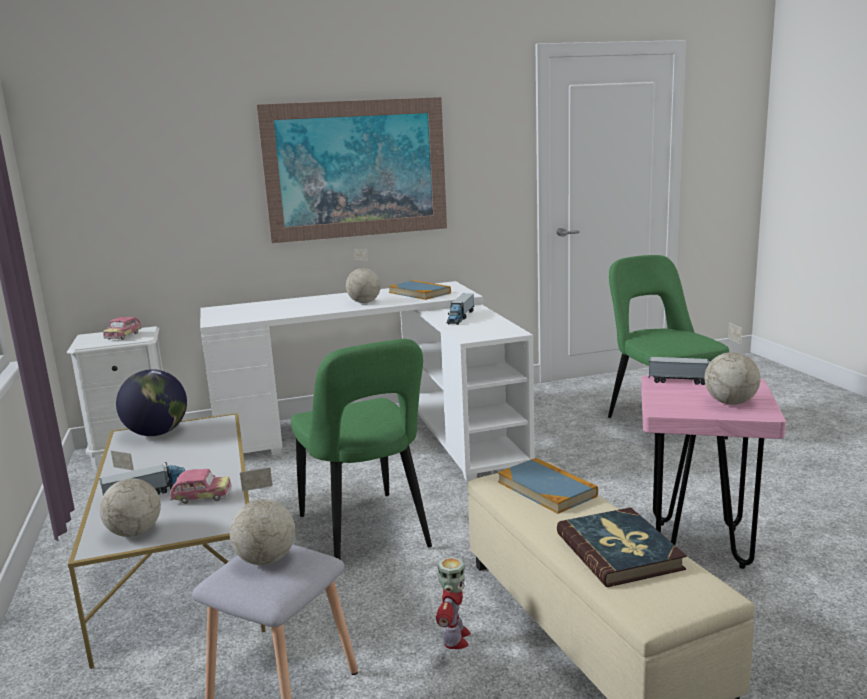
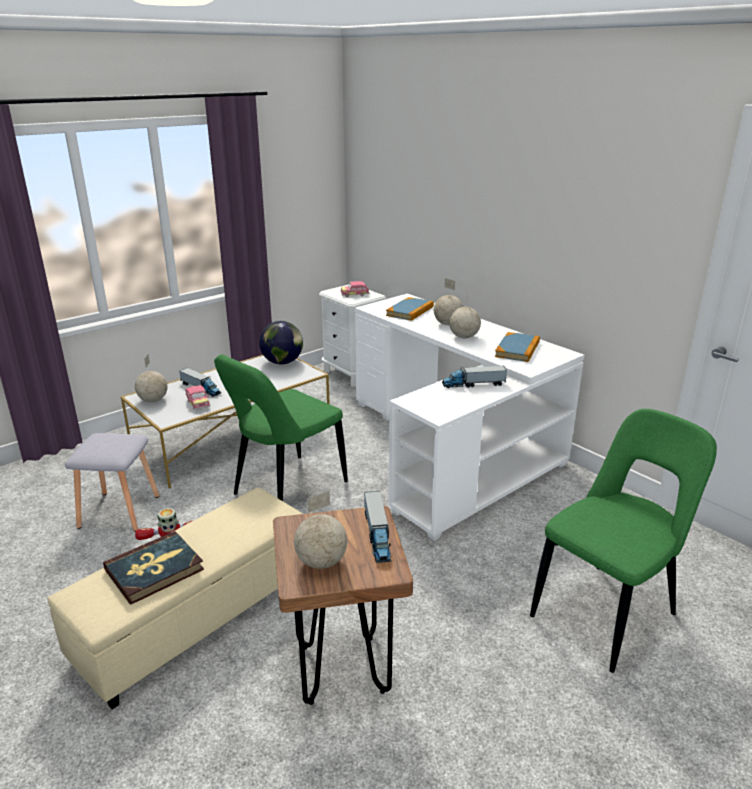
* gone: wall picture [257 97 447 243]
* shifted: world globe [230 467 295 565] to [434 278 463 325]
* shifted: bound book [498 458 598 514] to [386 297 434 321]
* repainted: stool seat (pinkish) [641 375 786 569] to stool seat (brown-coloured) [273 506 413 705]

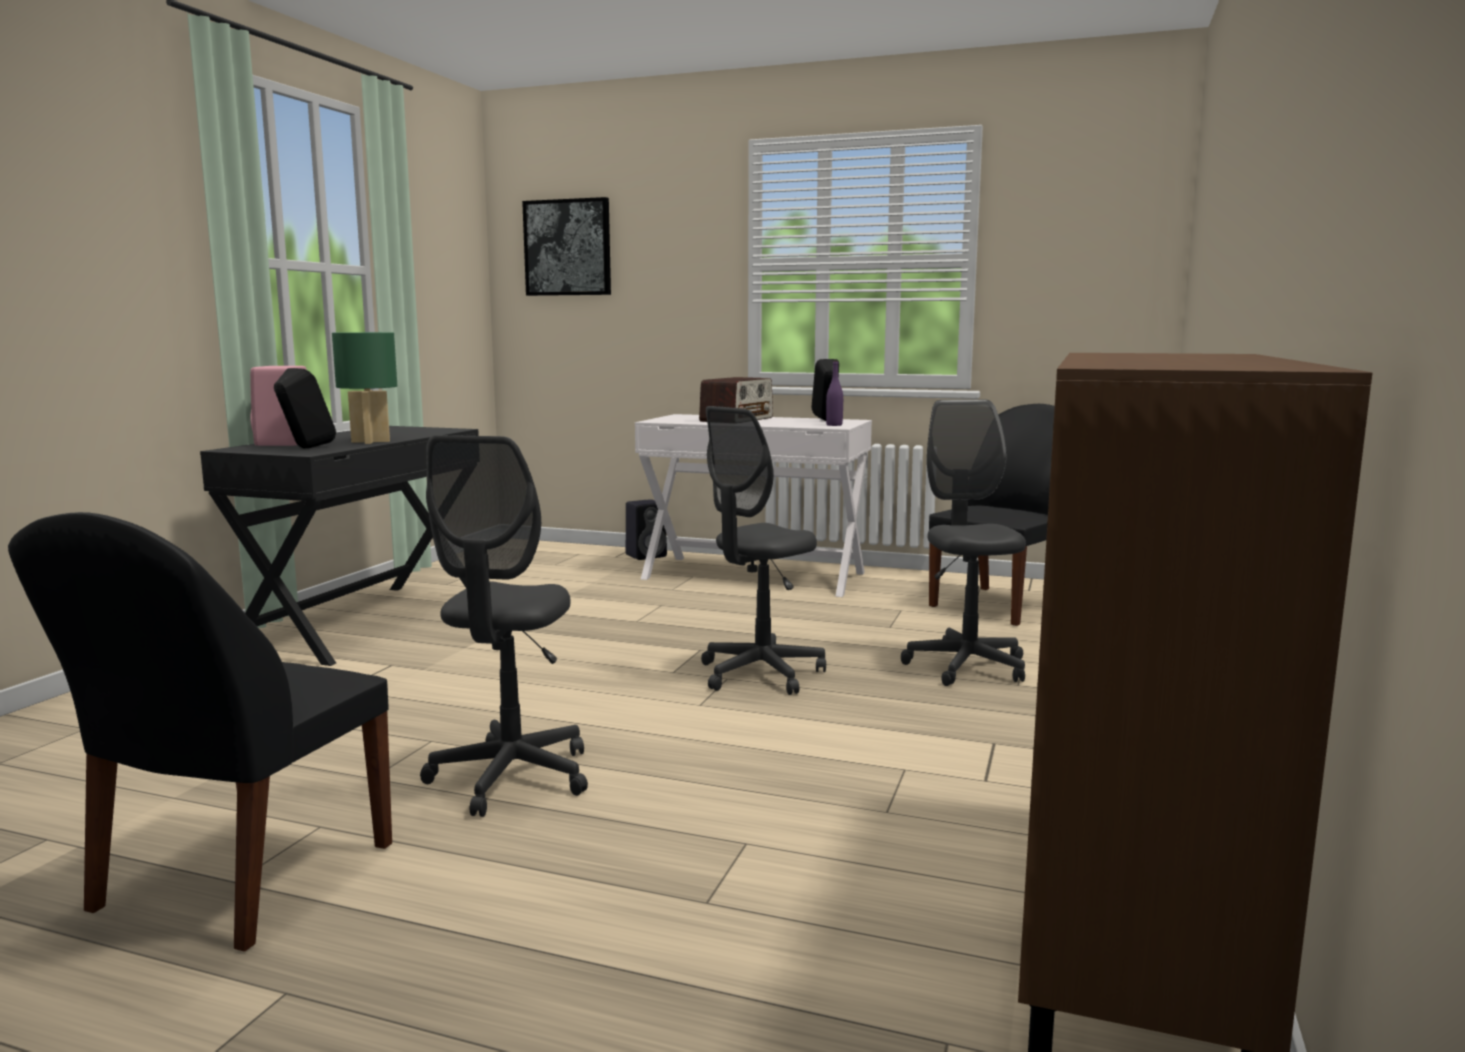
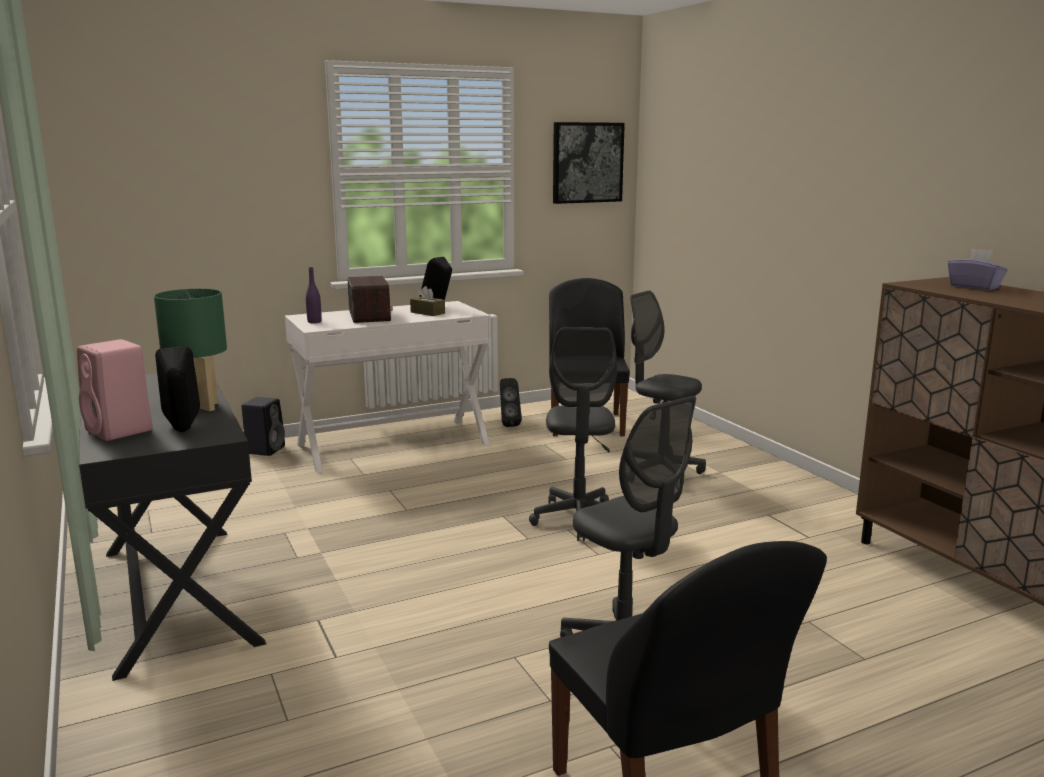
* new: tissue holder (brown-coloured) [410 286 445 316]
* new: loudspeaker (black-coloured) [500 378 522 427]
* new: tissue holder (purple-coloured) [948 249 1007 290]
* shifted: wall picture [522 197 611 296] to [553 122 625 204]
* shifted: drink bottle (purple-coloured) [826 360 843 426] to [306 267 322 323]

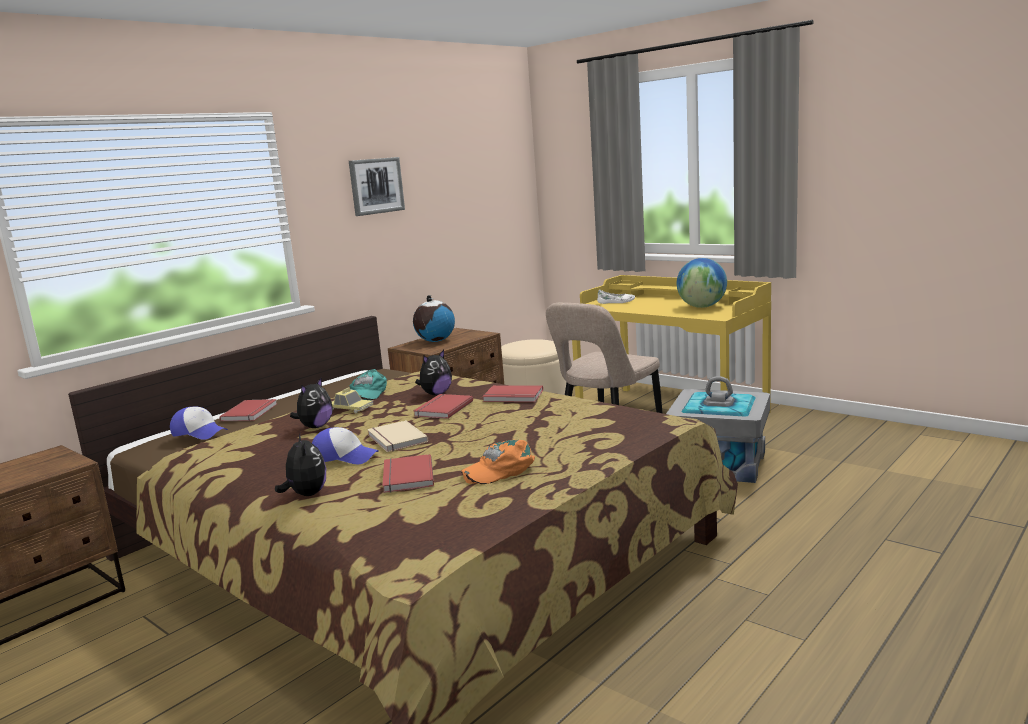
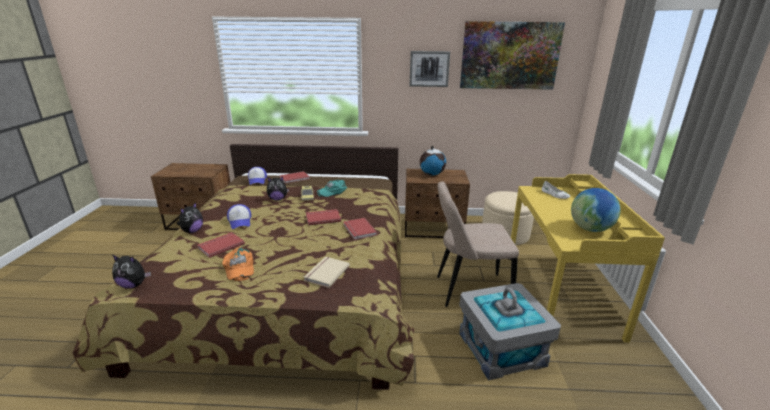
* new: wall picture [460 21 565 90]
* shifted: bound book (beige-coloured) [367 420 428 452] to [304 257 350 288]
* shifted: soft toy [415 350 452 395] to [112 255 151 288]
* rotated: cap (orange-coloured) [461 440 535 484] = [222 247 254 281] 135 degrees counterclockwise

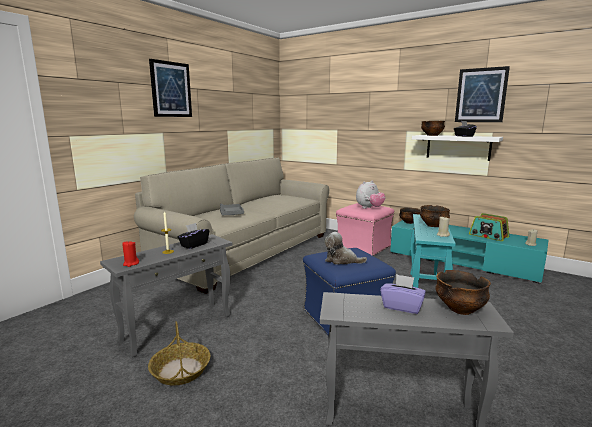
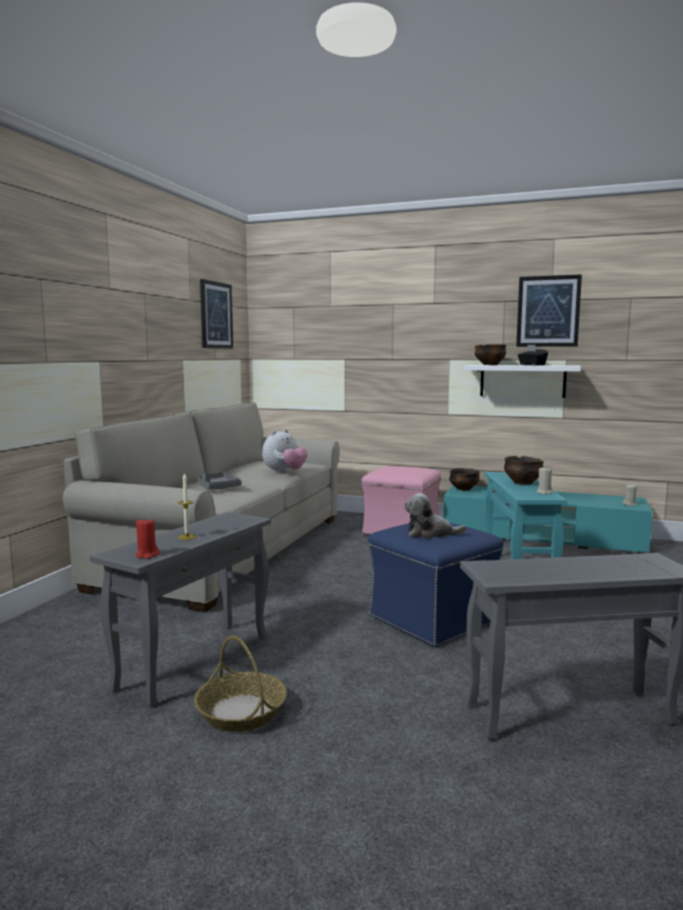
* gone: tissue holder (black-coloured) [177 223 209 249]
* gone: tissue holder (purple-coloured) [380 274 426 314]
* gone: bowl [435 270 491 315]
* gone: radio [469 213 509 241]
* shifted: wall picture [149 59 192 117] to [200 279 233 348]
* shifted: soft toy [356 181 386 209] to [262 429 308 473]

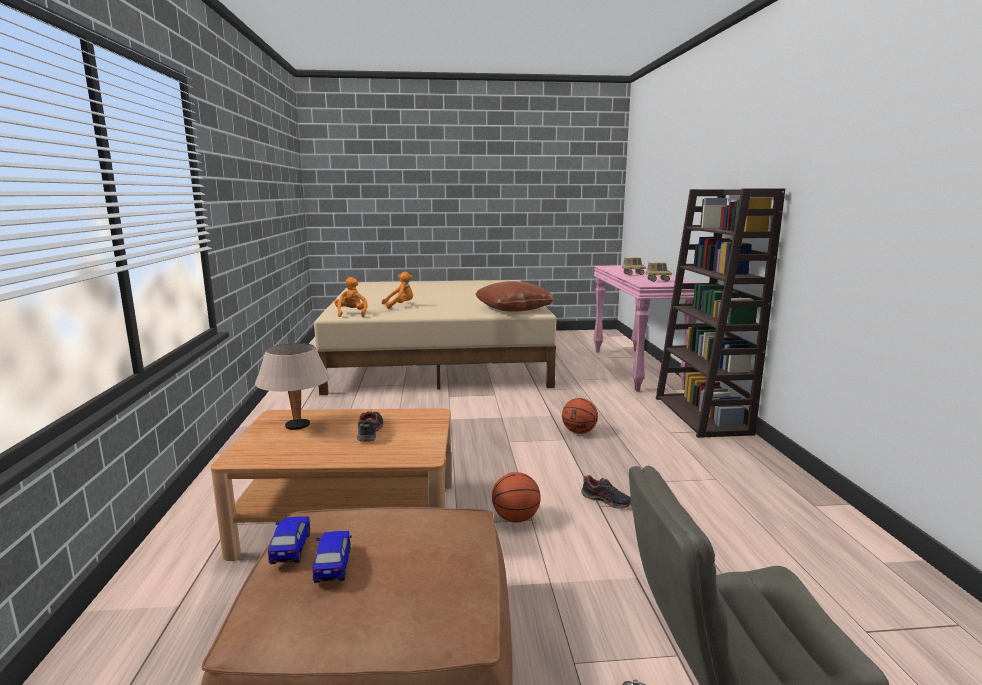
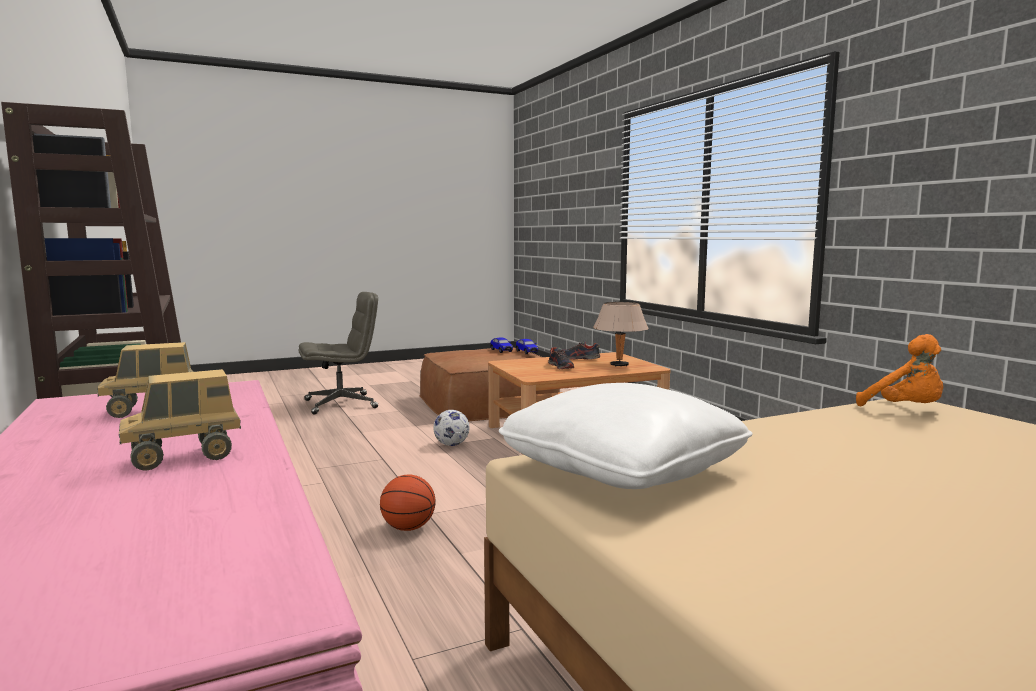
* gone: soft toy (orange-coloured) [382 272 413 309]
* shifted: low shoe [581 475 632 509] to [562 341 600 359]
* swapped: basketball [492 472 541 523] to football ball [433 410 470 446]
* repainted: pillow (brown-coloured) [475 281 554 312] to pillow (white-coloured) [499 383 753 489]

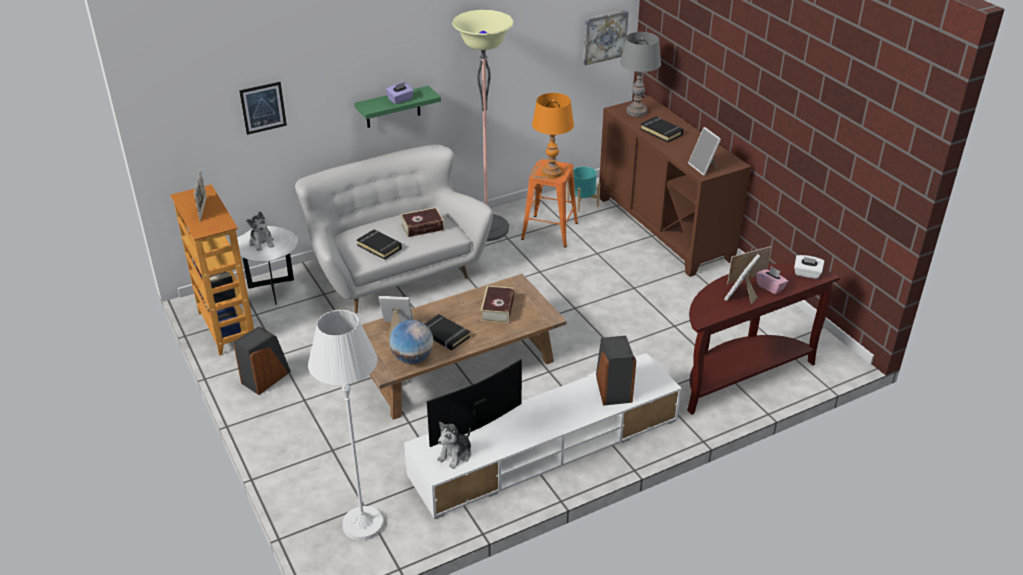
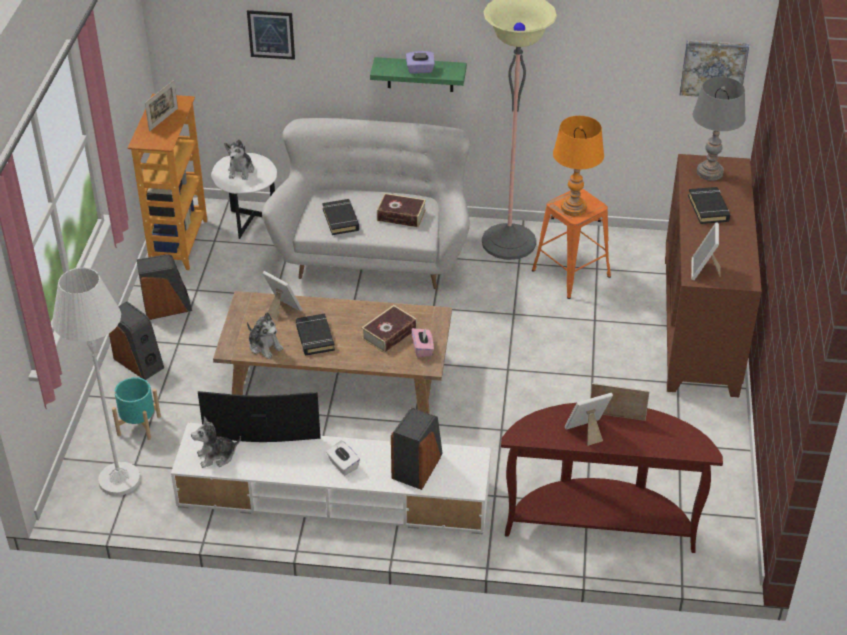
* new: loudspeaker [109 301 164 380]
* shifted: flower pot (turquoise-coloured) [567 166 600 212] to [112 377 161 440]
* shifted: tissue holder (pinkish) [756 266 788 294] to [412 327 434 357]
* shifted: tissue holder (white-coloured) [794 255 824 279] to [326 440 360 475]
* swapped: world globe [389 320 434 364] to soft toy [247 312 284 359]

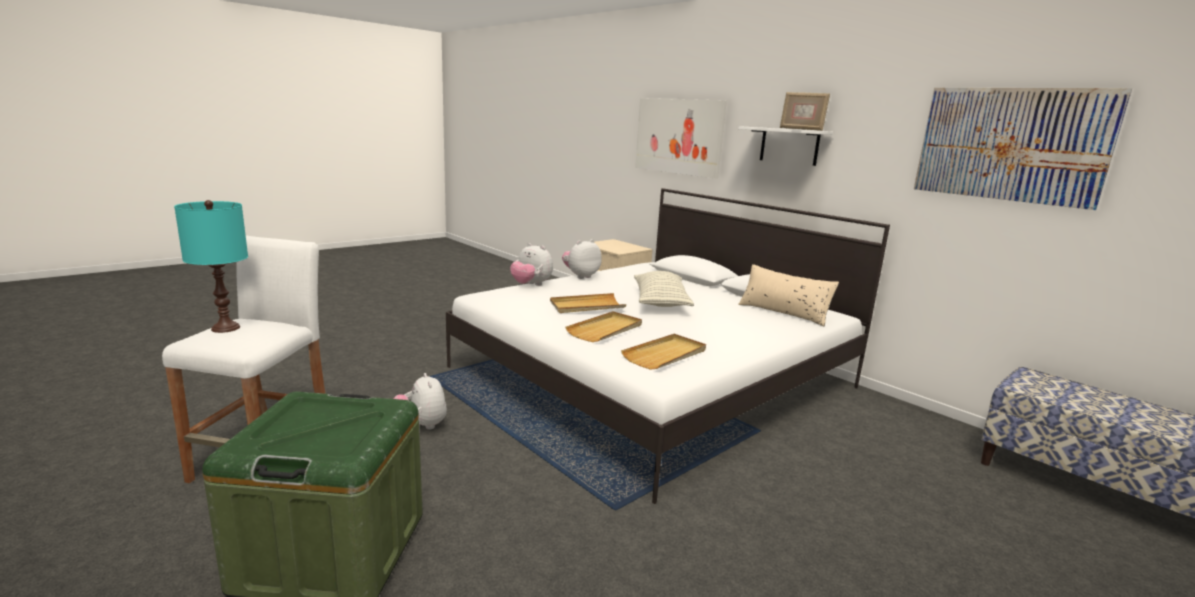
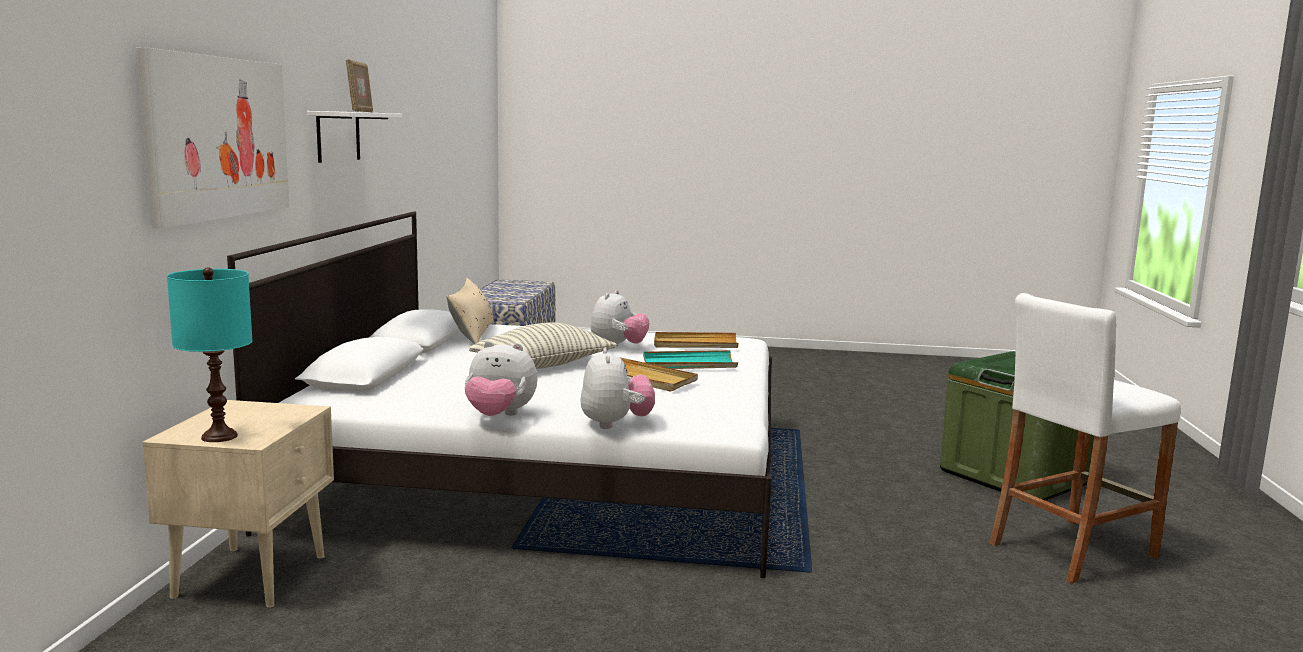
* gone: wall picture [914 88 1132 210]
* shifted: tabletop lamp (turquoise-coloured) [174 200 248 333] to [167 268 253 442]
* shifted: soft toy [394 373 447 430] to [591 290 649 346]
* repainted: carrying tray (beige-coloured) [565 311 642 342] to carrying tray (turquoise-coloured) [643 350 738 369]

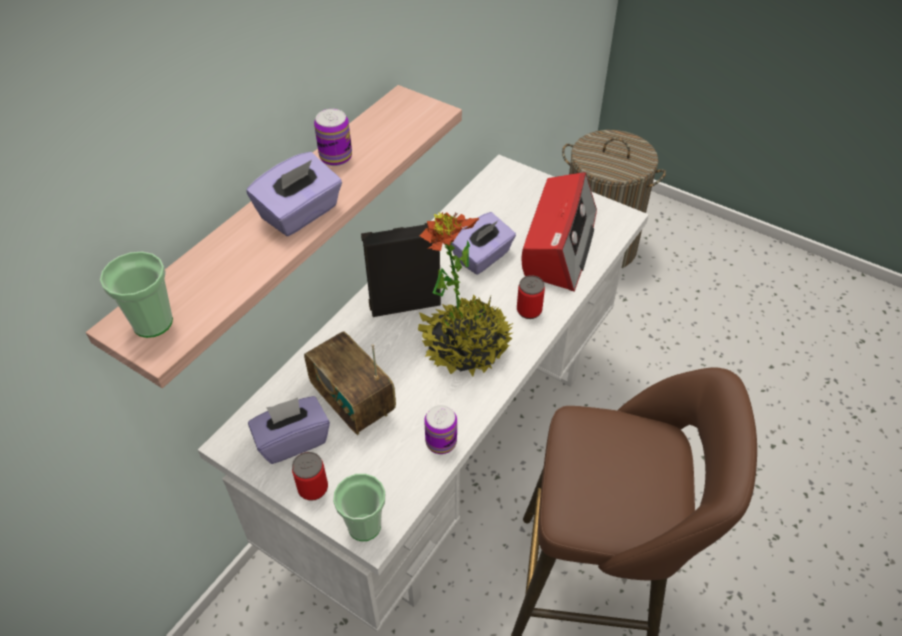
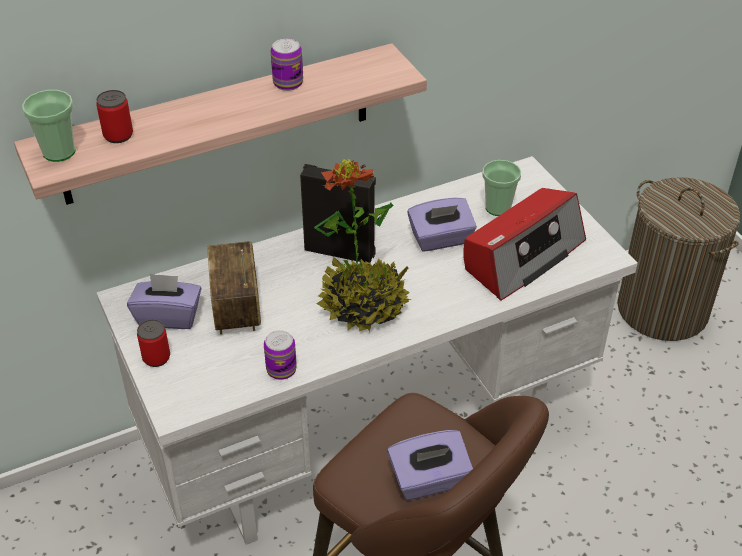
* shifted: tissue holder (purple-coloured) [246 152 342 236] to [387 430 473 500]
* shifted: drinking cup [333 474 385 541] to [482 160 521 216]
* shifted: can [517 275 545 319] to [96 90 133 143]

